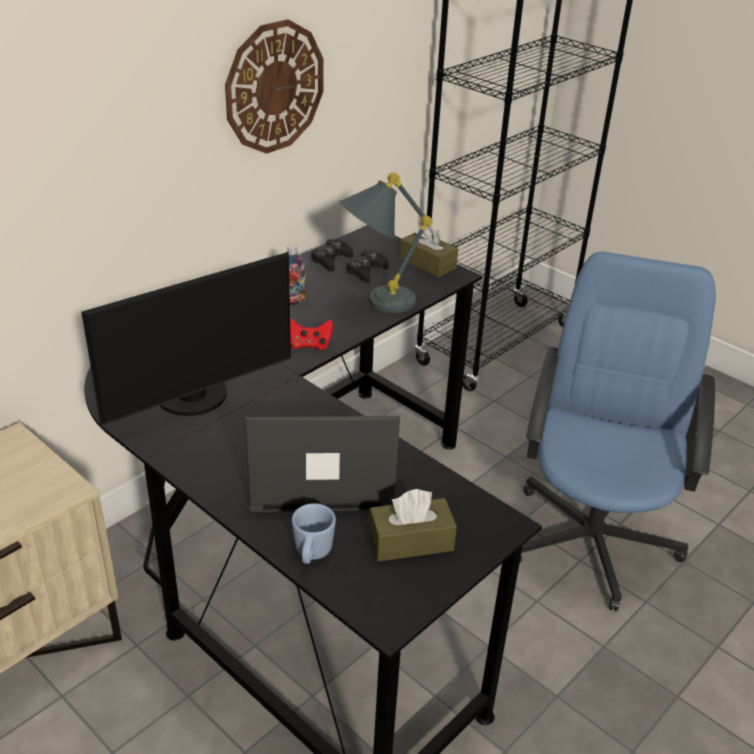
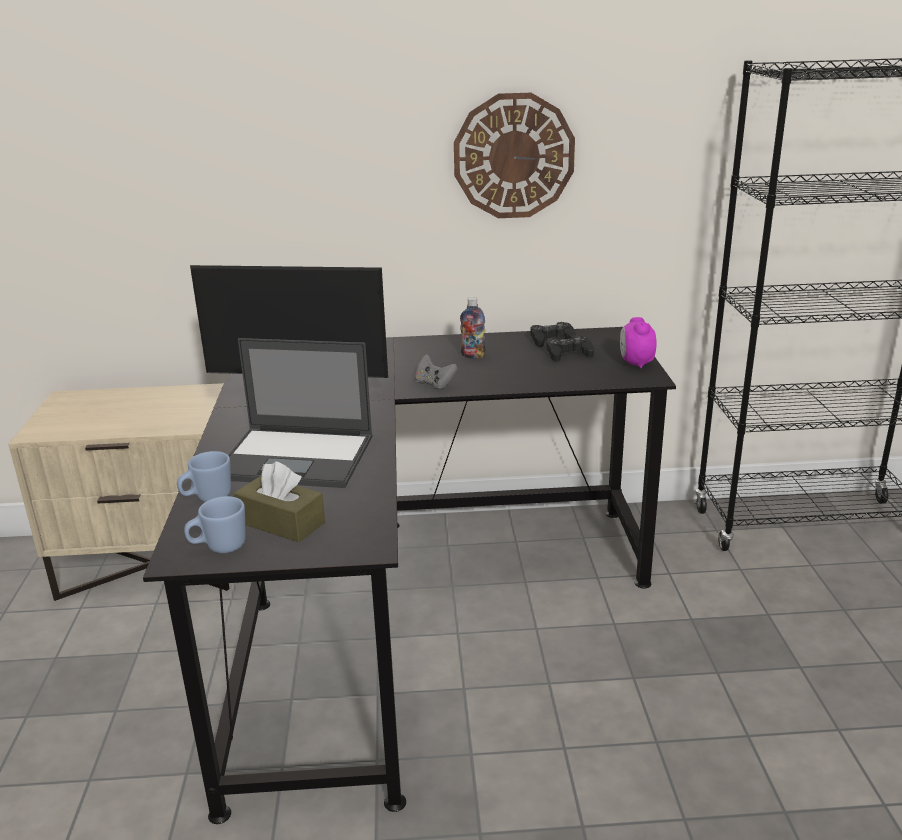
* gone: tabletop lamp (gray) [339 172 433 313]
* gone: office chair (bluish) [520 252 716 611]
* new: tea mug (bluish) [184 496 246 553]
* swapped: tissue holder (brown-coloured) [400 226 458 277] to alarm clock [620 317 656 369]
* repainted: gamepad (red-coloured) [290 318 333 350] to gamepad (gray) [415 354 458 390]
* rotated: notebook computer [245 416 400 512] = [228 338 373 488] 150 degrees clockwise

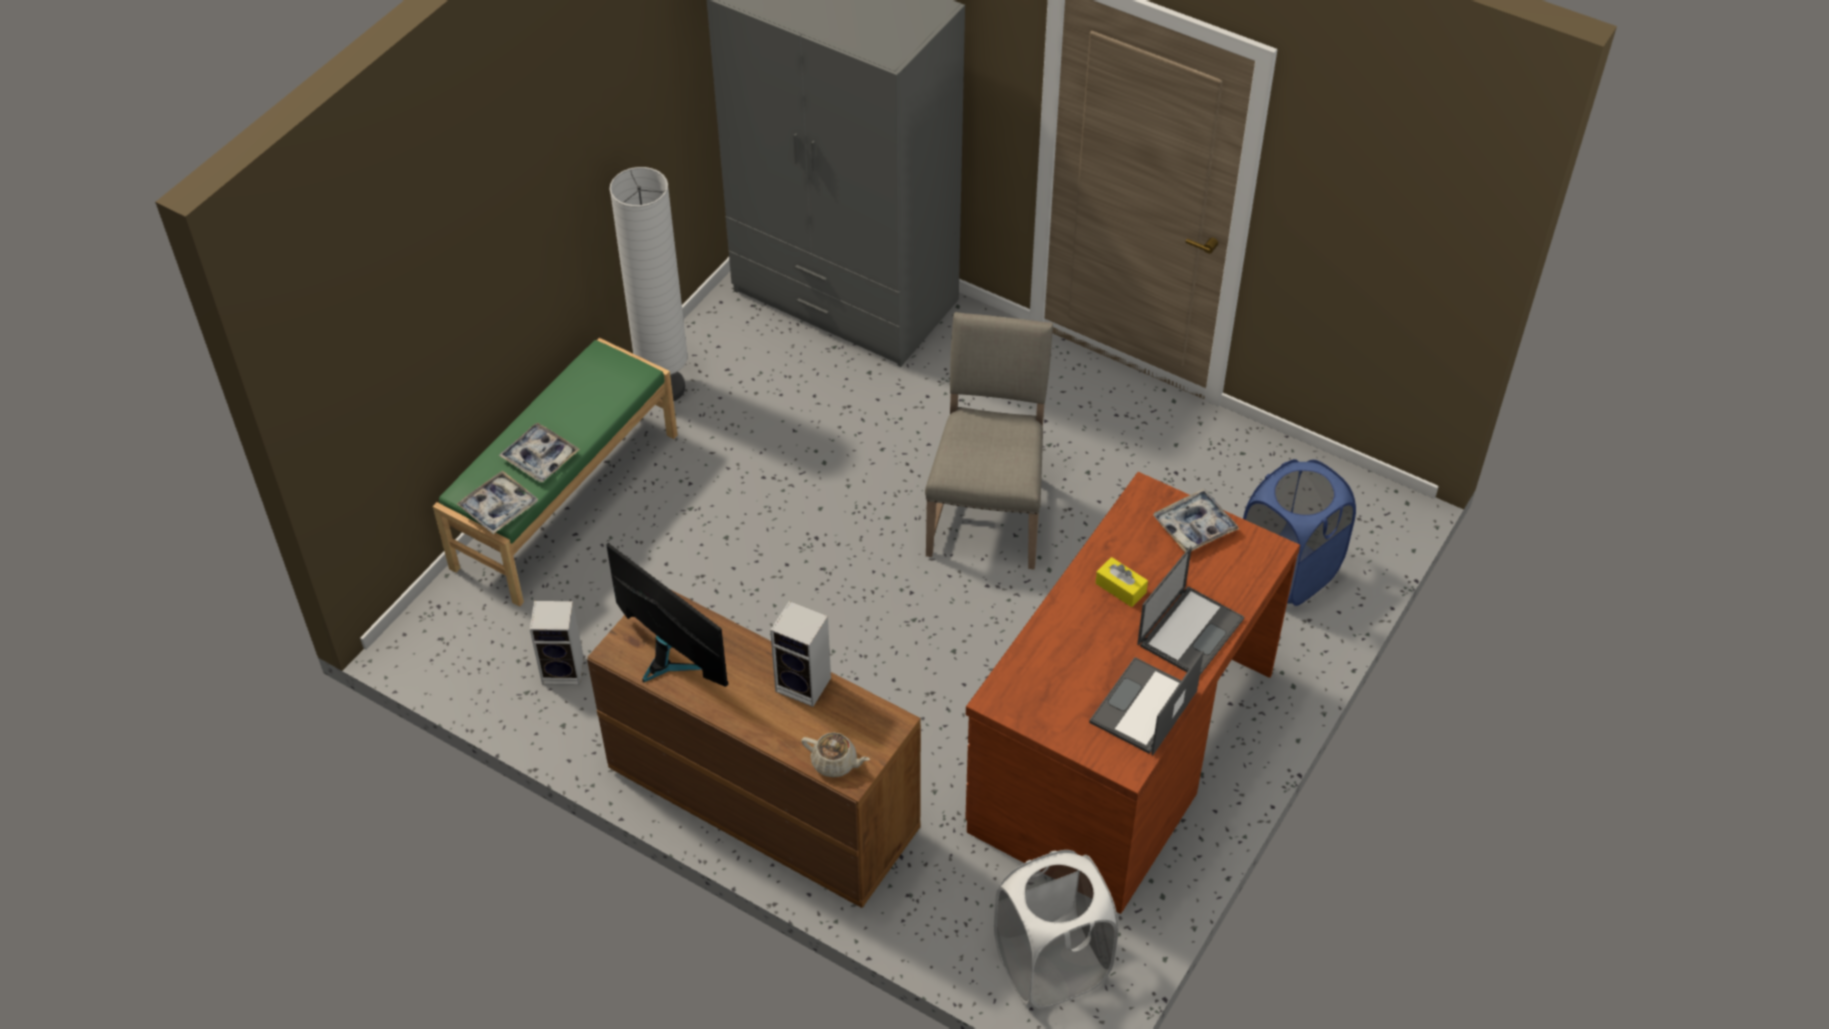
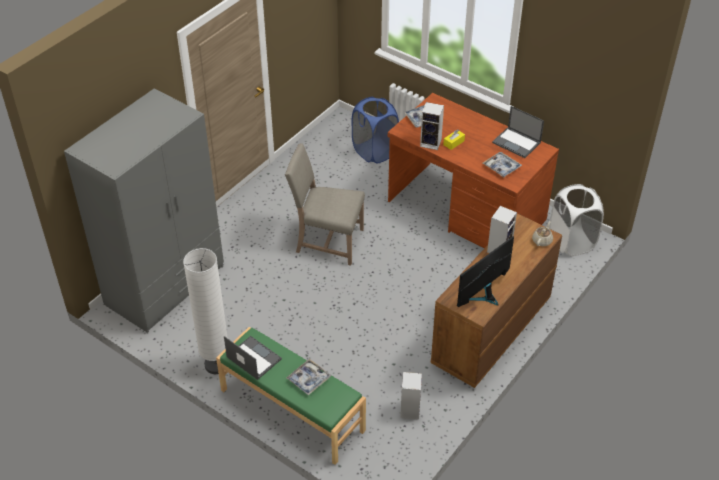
* new: loudspeaker [420 102 444 150]
* shifted: carrying tray [457 470 538 534] to [483 152 522 178]
* shifted: notebook computer [1137 546 1244 675] to [224 336 282 380]

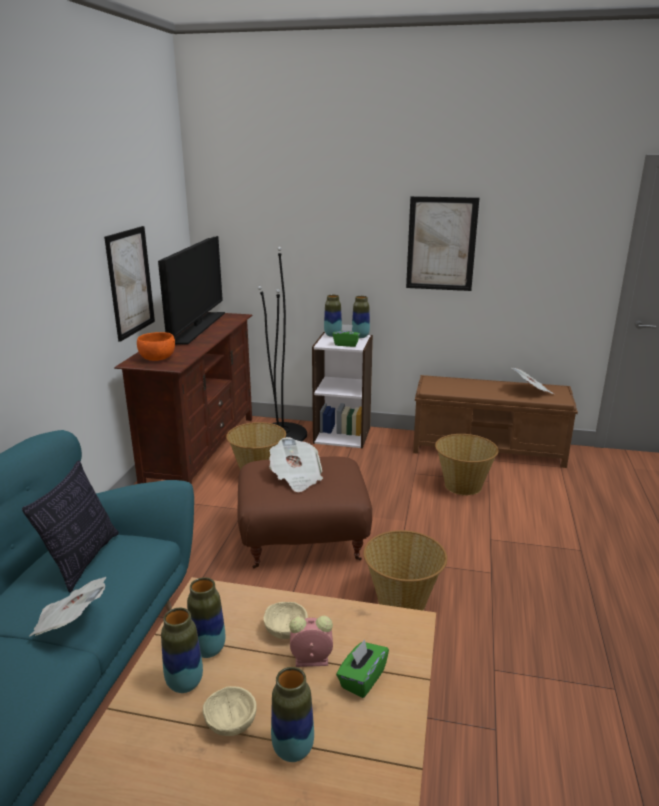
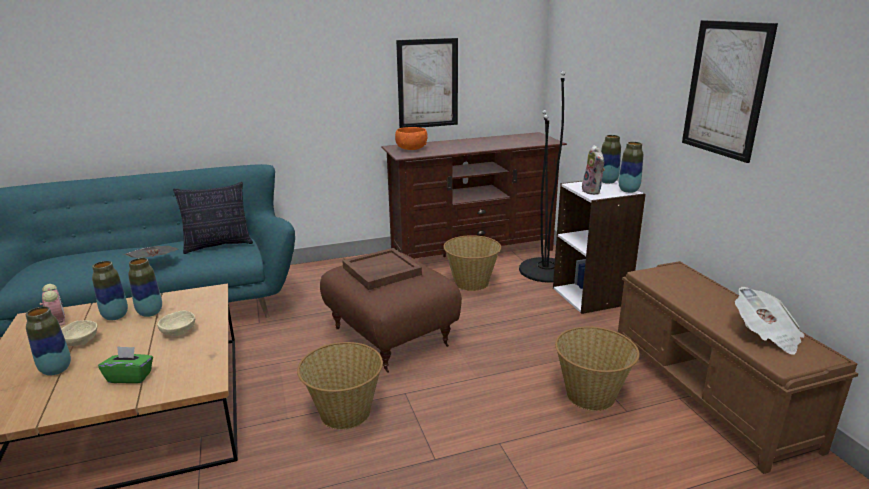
* gone: TV [158 236 225 345]
* shifted: alarm clock [289 616 333 667] to [40 284 66 326]
* swapped: daily paper [269 437 323 492] to carrying tray (brown-coloured) [342 248 422 290]
* swapped: tissue holder (greenish) [332 324 360 347] to soft toy [582 145 605 195]

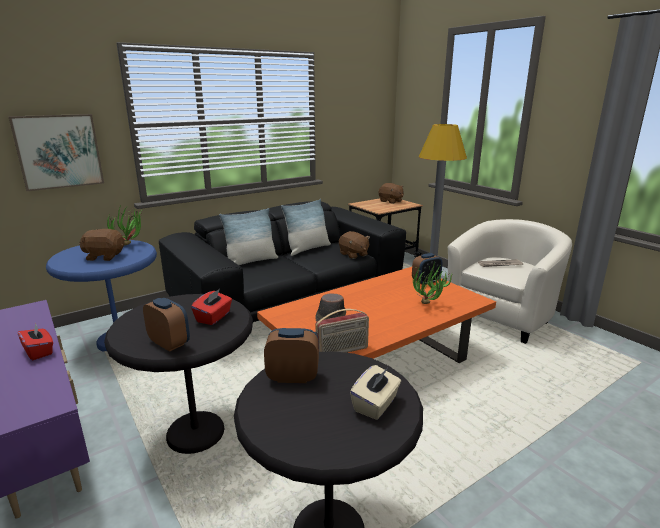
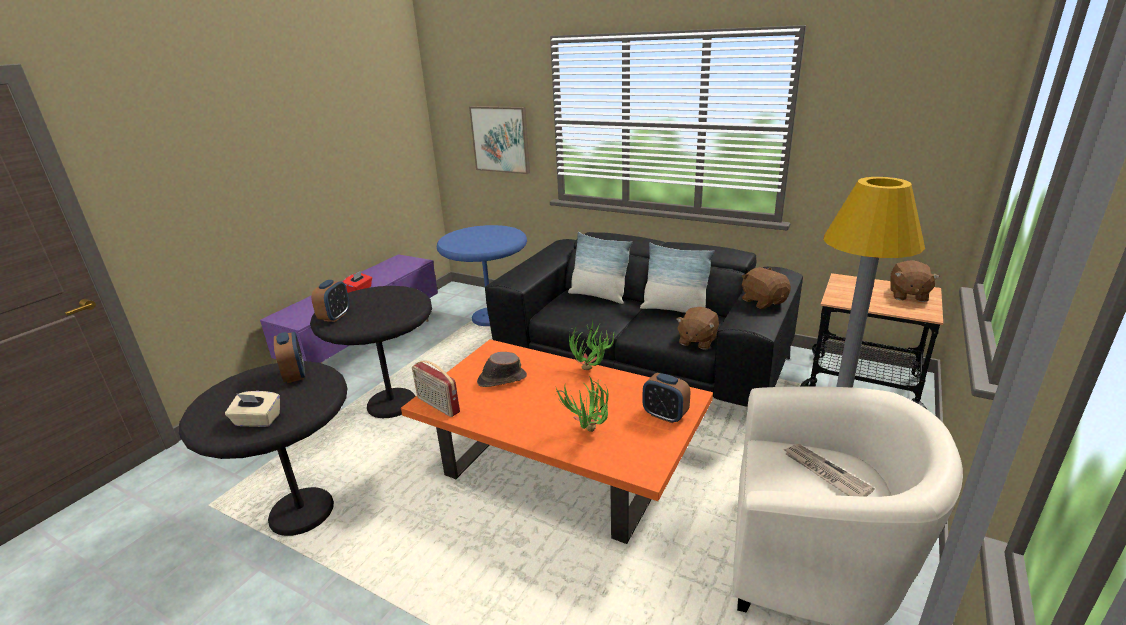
* gone: tissue holder (red-coloured) [191 289 232 325]
* shifted: soft toy (brown-coloured) [79 229 124 261] to [742 267 791 309]
* shifted: houseplant [107 207 142 246] to [569 320 615 370]

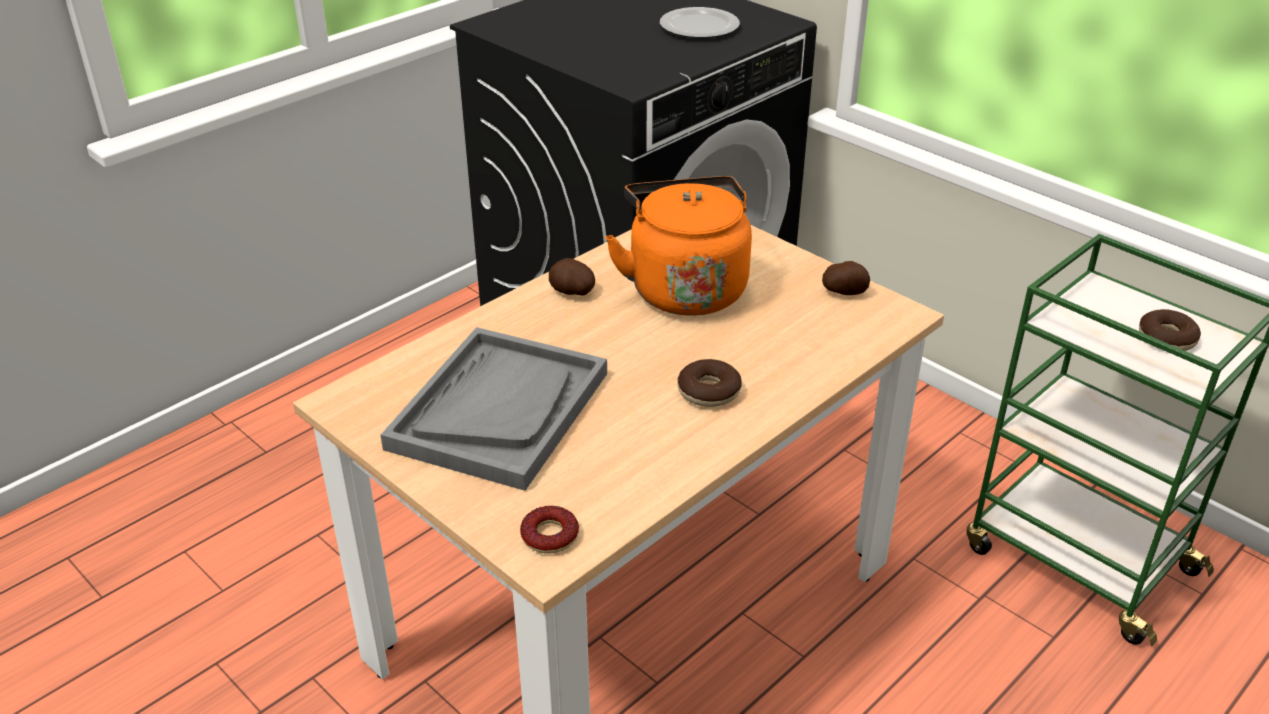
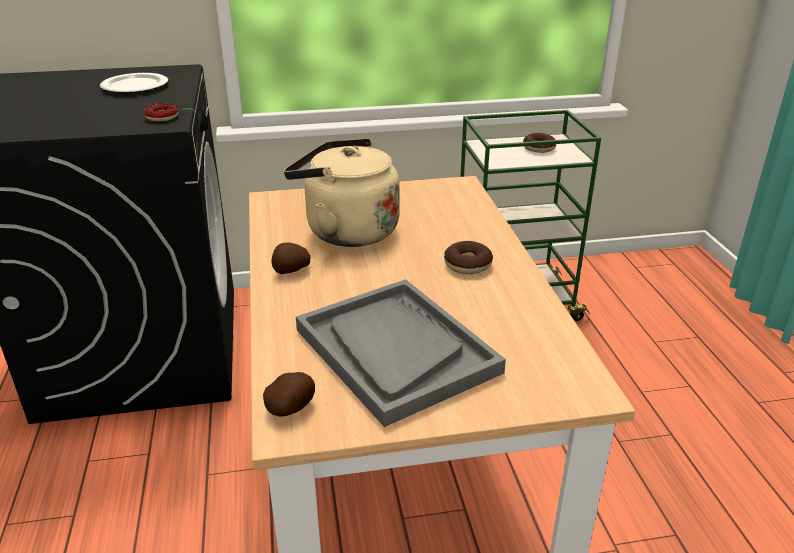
* shifted: ring doughnut [520 506 579 554] to [144 103 179 122]
* shifted: spud [822 261 870 295] to [263 372 315 417]
* repainted: water kettle (orange-coloured) [605 176 752 316] to water kettle (beige-coloured) [284 138 400 247]

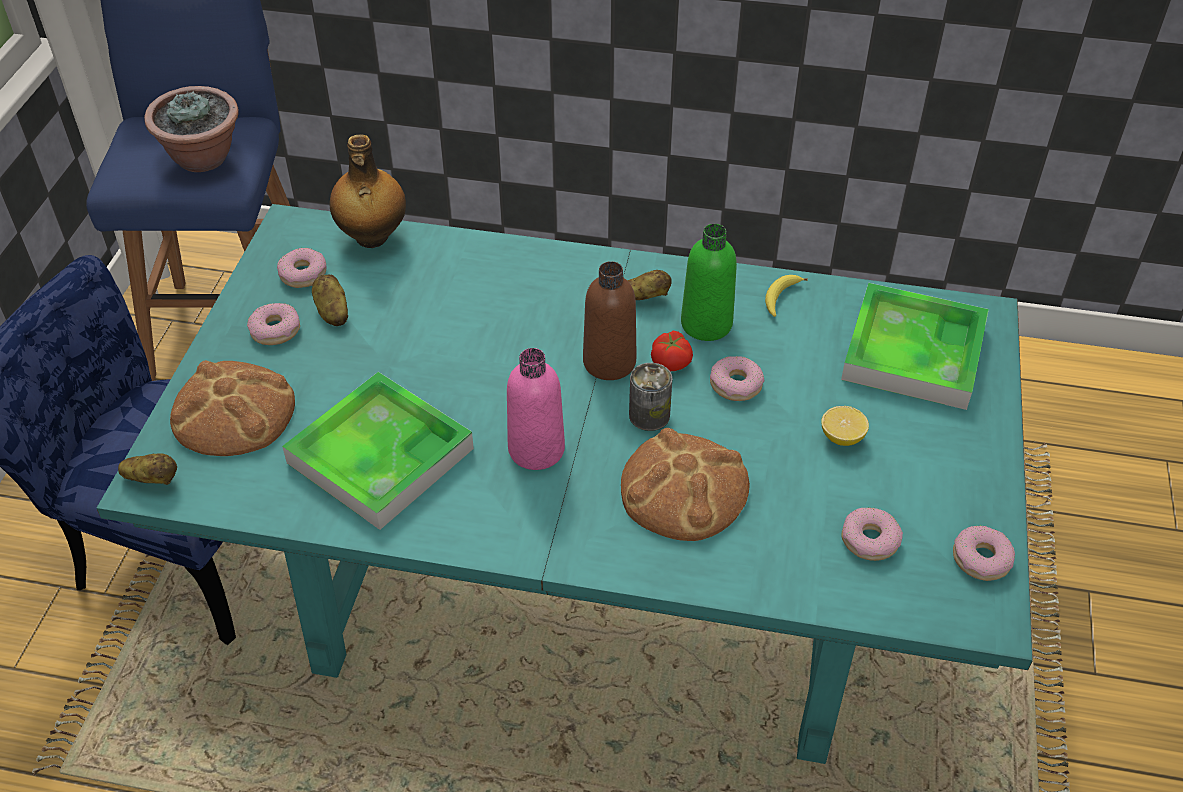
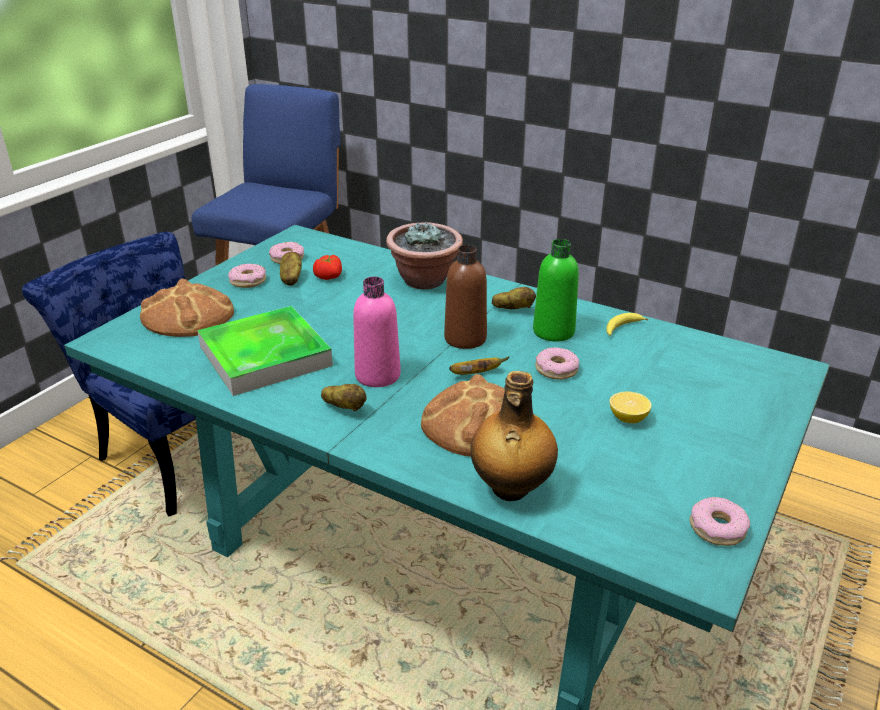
* gone: carrying tray [841 283 989 410]
* gone: ring doughnut [841 508 903 561]
* shifted: spud [118 453 177 485] to [321 384 367 411]
* shifted: houseplant [144 86 239 172] to [386 221 463 289]
* shifted: drink bottle [330 134 406 248] to [470 371 558 501]
* shifted: tomato [651 331 693 371] to [313 255 342 280]
* swapped: can [629 363 672 431] to banana fruit [449 357 509 375]

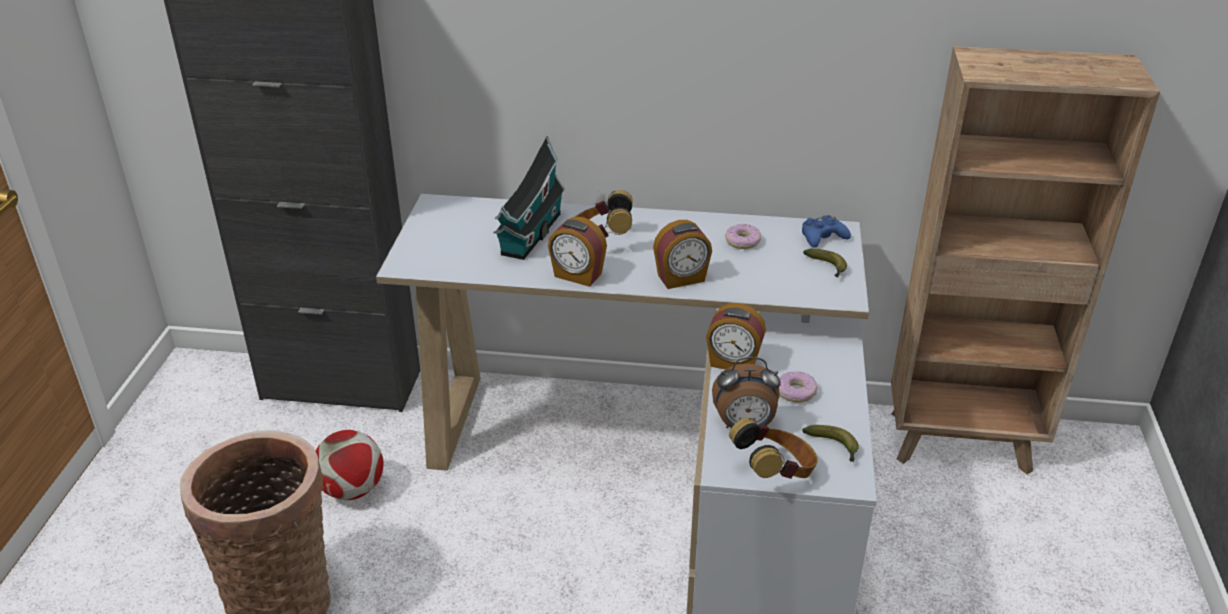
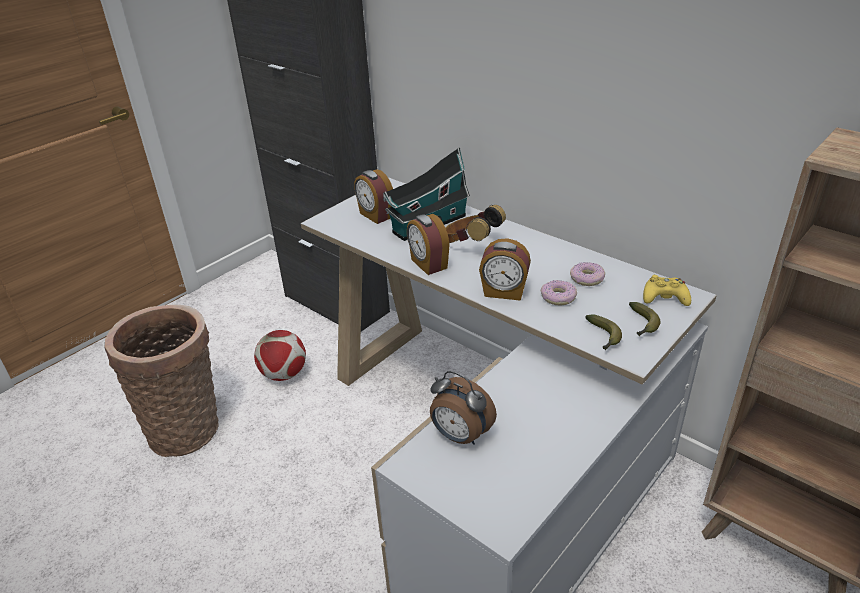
* gone: pair of headphones [729 418 818 479]
* shifted: alarm clock [706 303 766 370] to [354 169 393 224]
* shifted: ring doughnut [779 371 818 402] to [541 280 577 306]
* shifted: banana fruit [802 425 859 462] to [585 314 622 350]
* repainted: gamepad (bluish) [802 215 851 248] to gamepad (yellowish) [643 275 691 306]

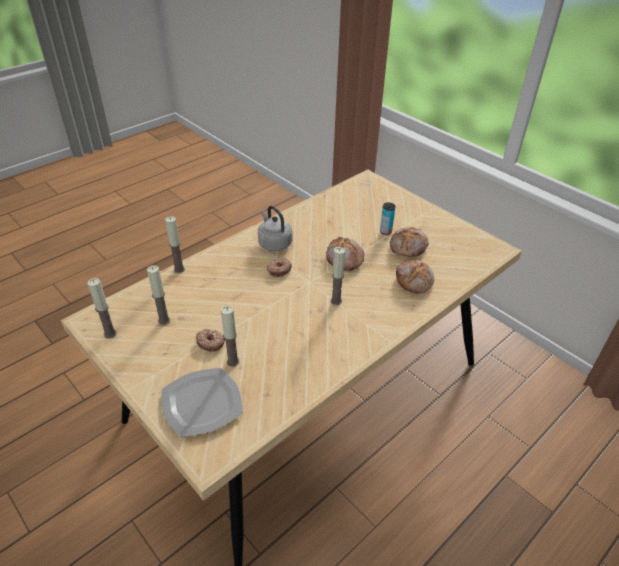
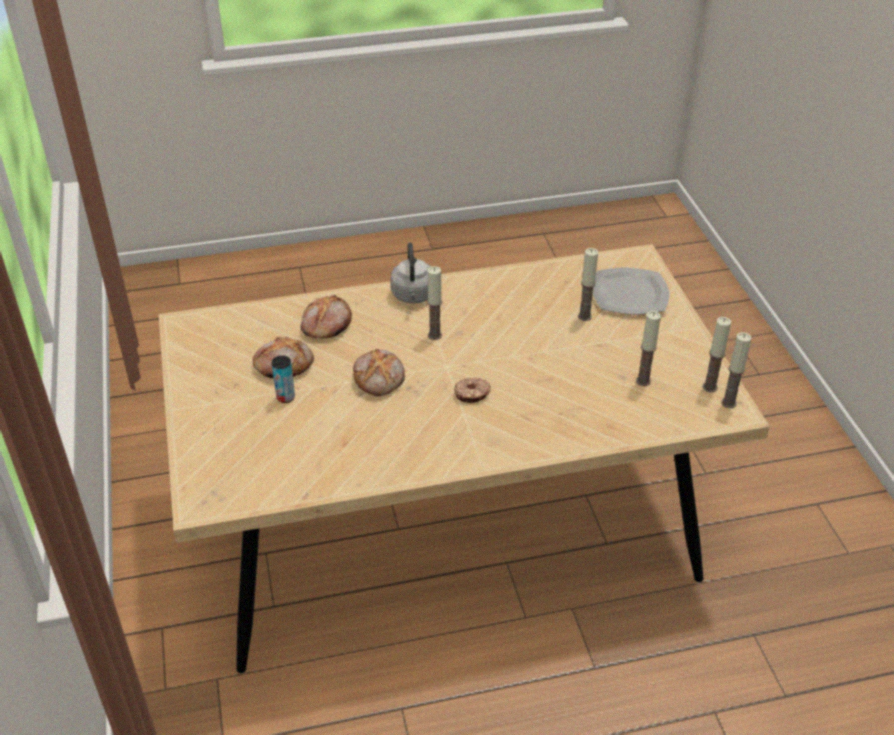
* gone: ring doughnut [196 329 225 352]
* shifted: candle [165 216 185 273] to [721 332 752 408]
* shifted: water kettle (gray) [258 205 292 251] to [390 242 432 303]

